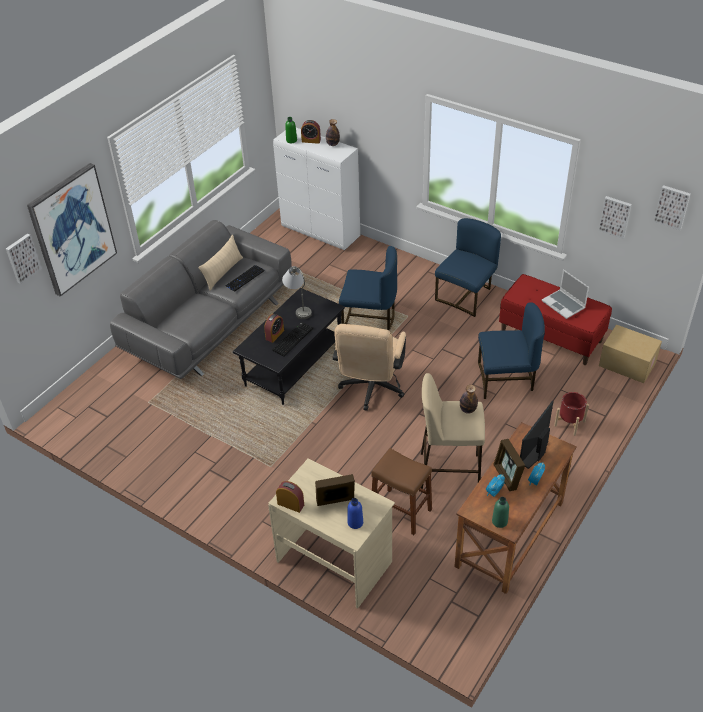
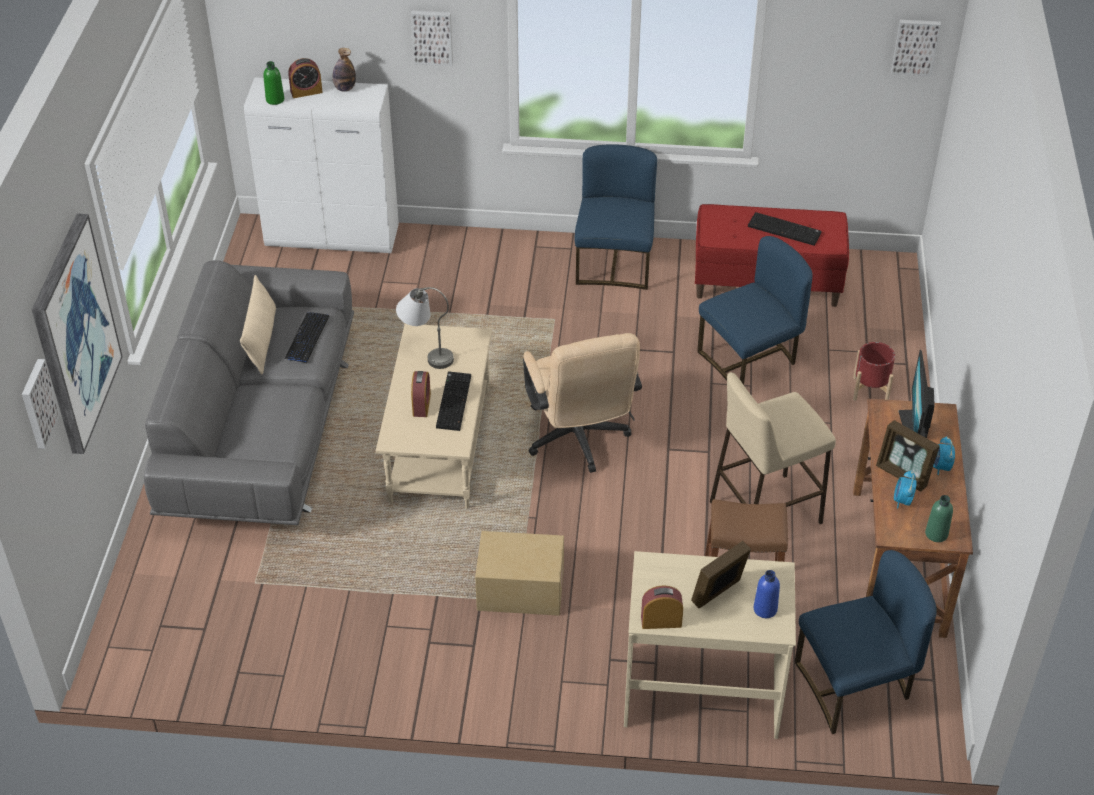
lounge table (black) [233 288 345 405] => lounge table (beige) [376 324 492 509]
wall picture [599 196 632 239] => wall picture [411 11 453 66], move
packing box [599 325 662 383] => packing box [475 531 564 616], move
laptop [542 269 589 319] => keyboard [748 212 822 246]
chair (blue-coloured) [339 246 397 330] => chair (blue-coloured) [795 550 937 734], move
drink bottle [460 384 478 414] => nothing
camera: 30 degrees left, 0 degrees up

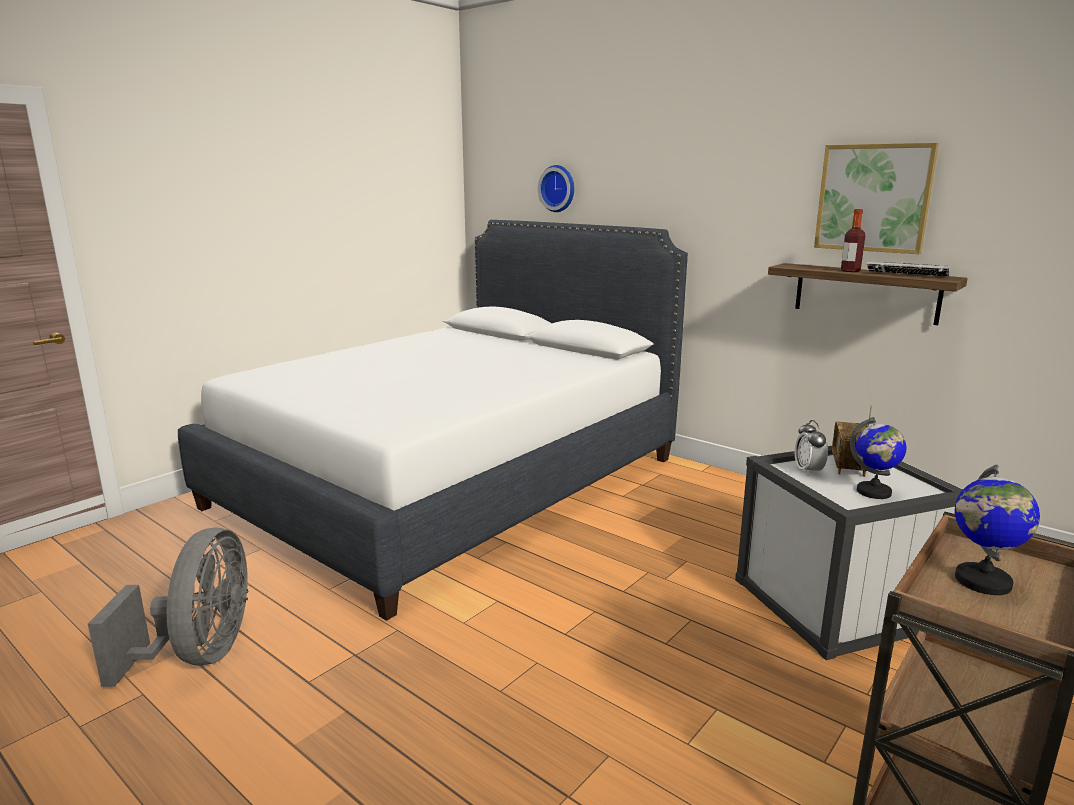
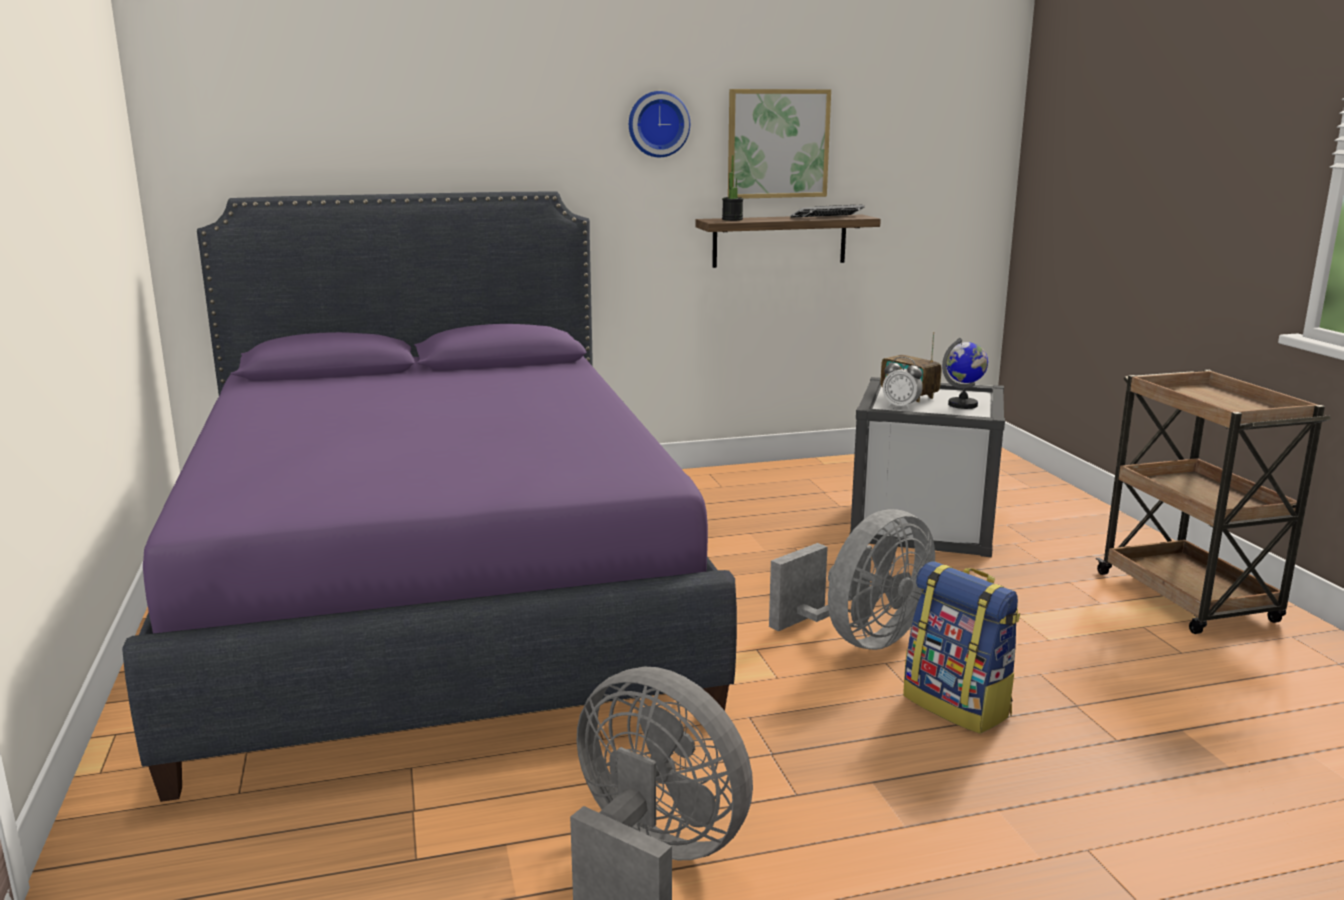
sleeping bed (white) [178 220 688 621] => sleeping bed (purple) [122 192 737 802]
wall clock [538 165 574 212] => wall clock [629 91 690 157], move
nothing => houseplant [722 155 743 221]
nothing => fan (greyish) [769 509 935 650]
nothing => knapsack [903 561 1020 734]
drink bottle [841 209 865 272] => nothing
world globe [955 465 1040 595] => nothing
camera: 55 degrees left, 0 degrees up

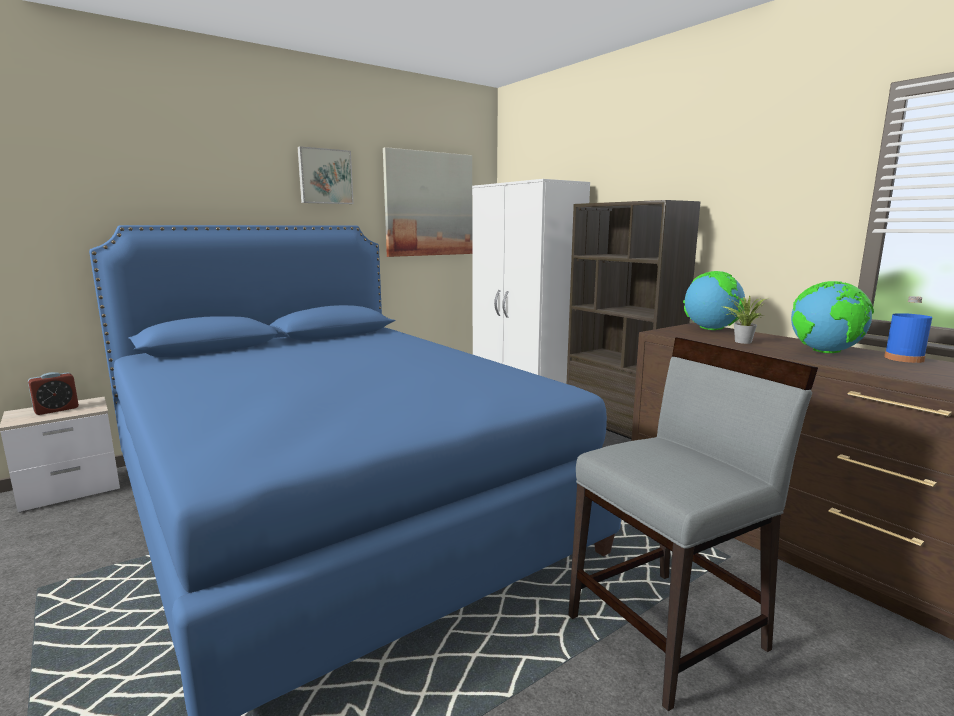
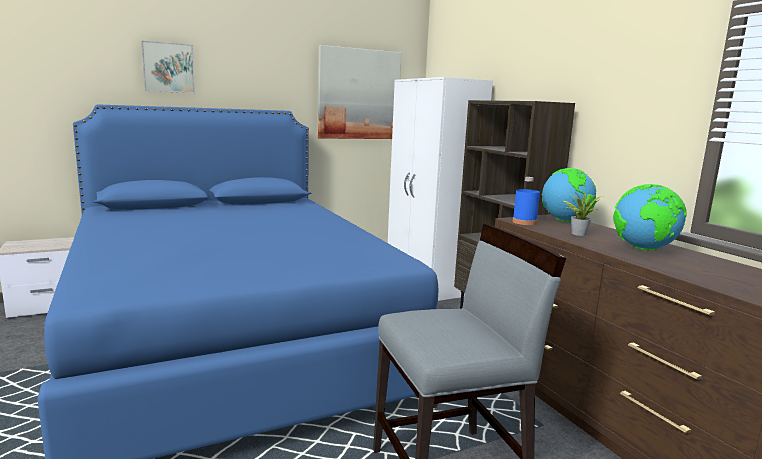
wall picture [297 146 354 204] => wall picture [141 40 195 93], move
drink bottle (blue-coloured) [884 296 932 363] => drink bottle (blue-coloured) [513 177 540 225], move
bedside clock [28 372 79 415] => nothing
camera: 10 degrees right, 0 degrees up

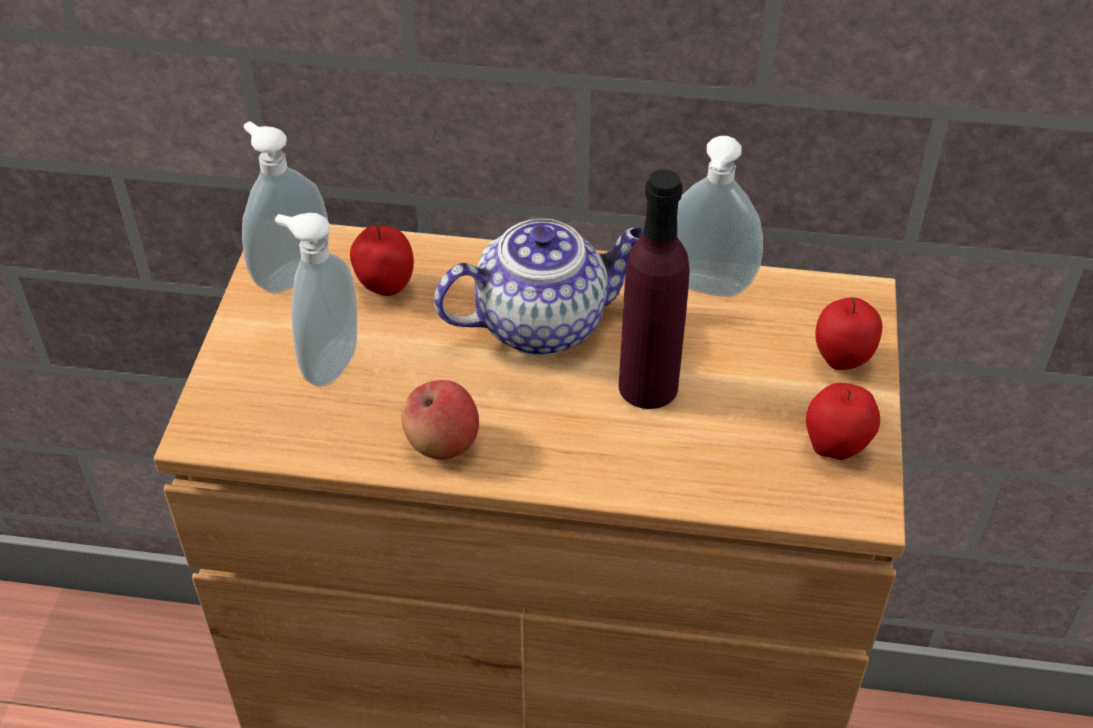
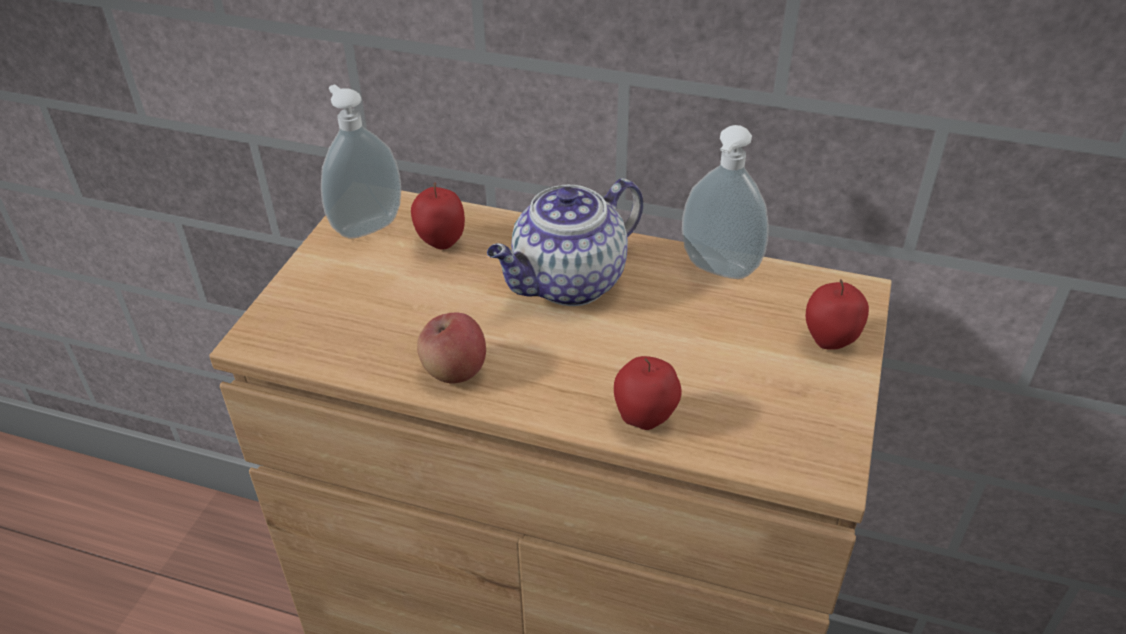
pot for tea [434 219 644 356] => pot for tea [487 178 643 306], 150 degrees clockwise
whole apple [806 383 880 460] => whole apple [614 356 682 430], move
liquid soap bottle [275 213 357 387] => nothing
drink bottle (purple) [619 169 690 409] => nothing
camera: 10 degrees right, 5 degrees down

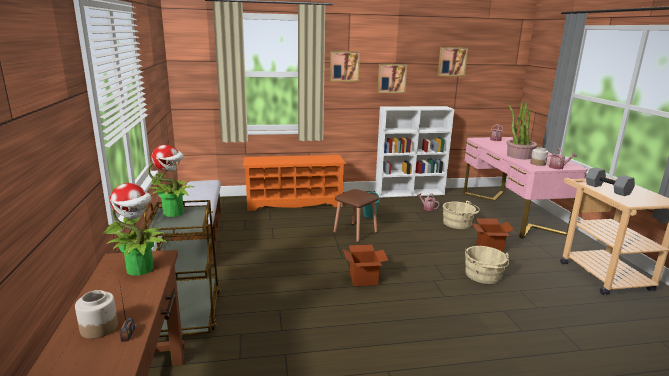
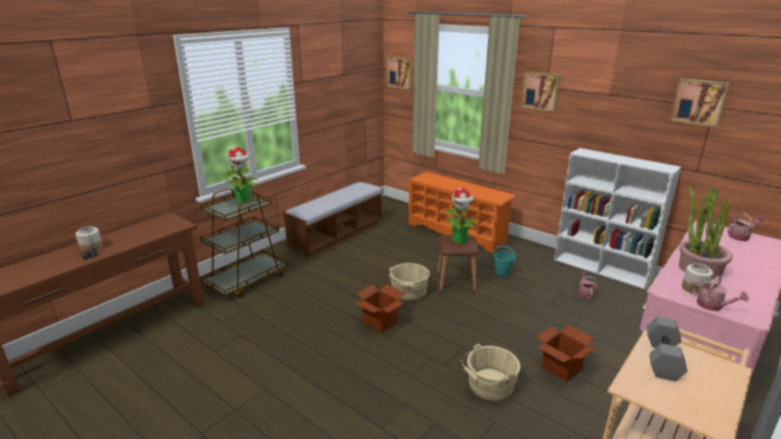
wall picture [378 64 407 93] => wall picture [387 56 412 90], move
bucket (beige) [443 201 480 229] => bucket (beige) [389 263 430 301], move
houseplant [103 183 168 276] => houseplant [444 188 477 243], move
camera: 50 degrees right, 5 degrees up

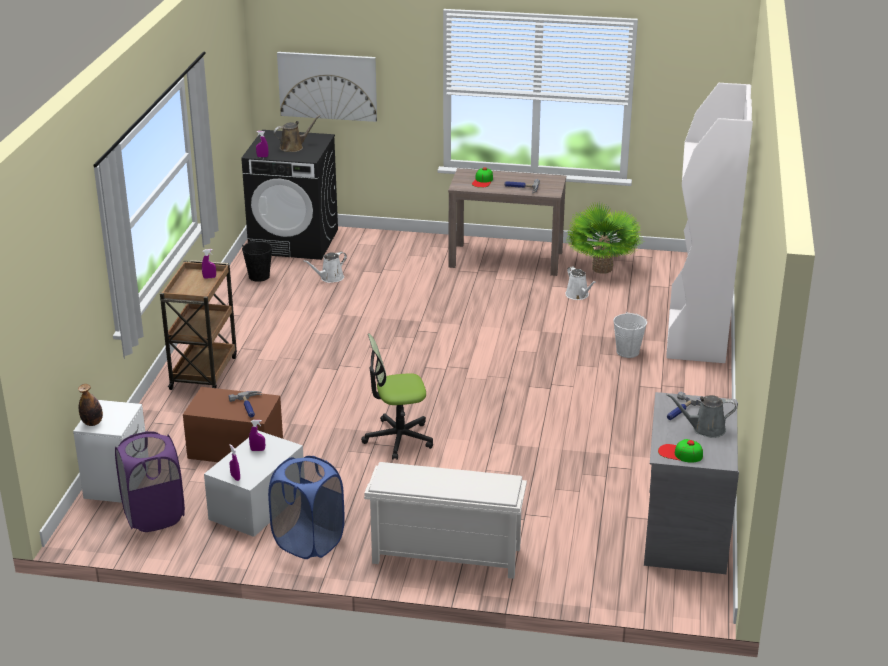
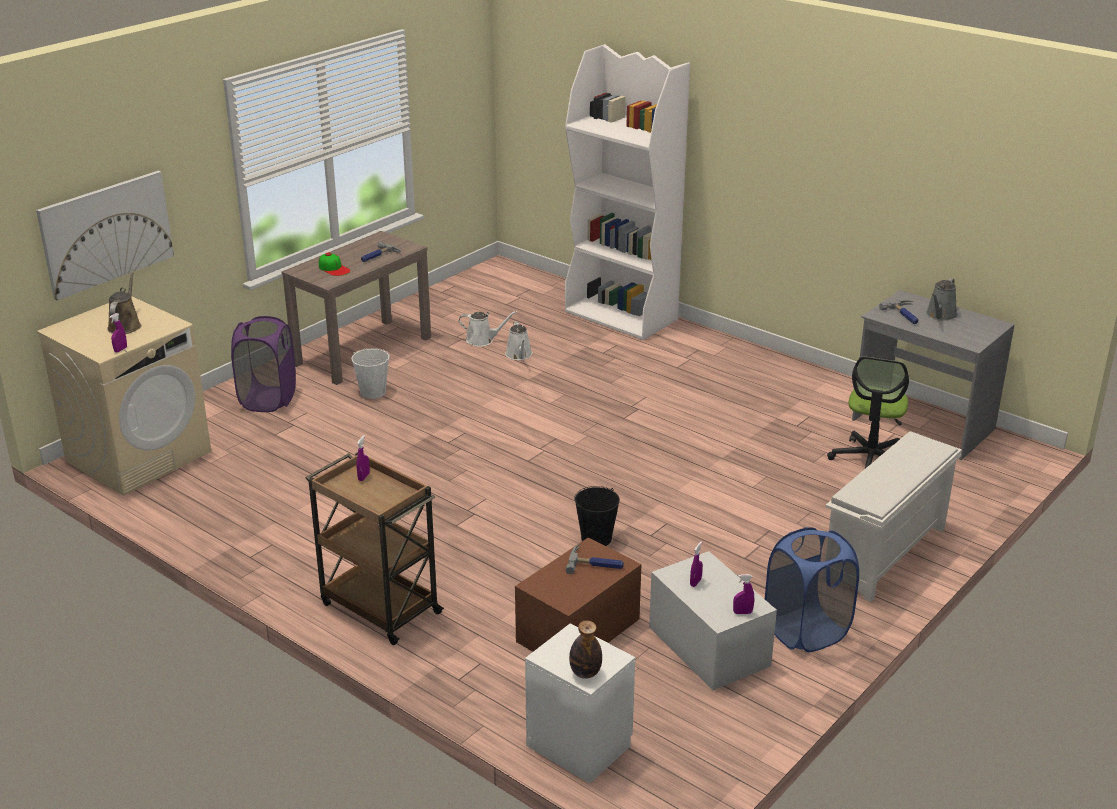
washing machine (black) [241 130 338 260] => washing machine (beige) [37 297 211 496]
hamper (purple) [115 431 185 532] => hamper (purple) [231 316 296 412], move
bucket (white) [613 312 647 358] => bucket (white) [352 348 390 399], move
watering can (white) [303 252 347 283] => watering can (white) [505 321 532 360], move
bucket (black) [242 241 272 282] => bucket (black) [574 486 620 546], move
desk chair [361 334 433 460] => desk chair [827 356 909 468], move
houseplant [565 202 643 274] => nothing
peaked cap [658 439 703 463] => nothing
camera: 60 degrees left, 0 degrees up

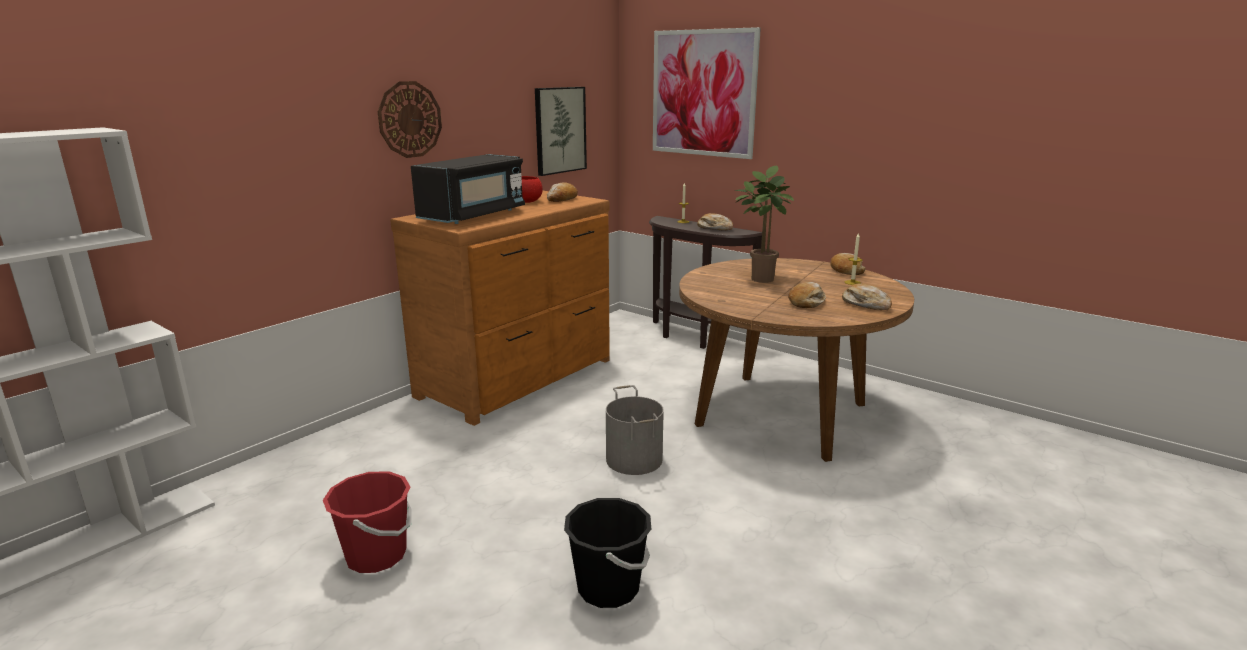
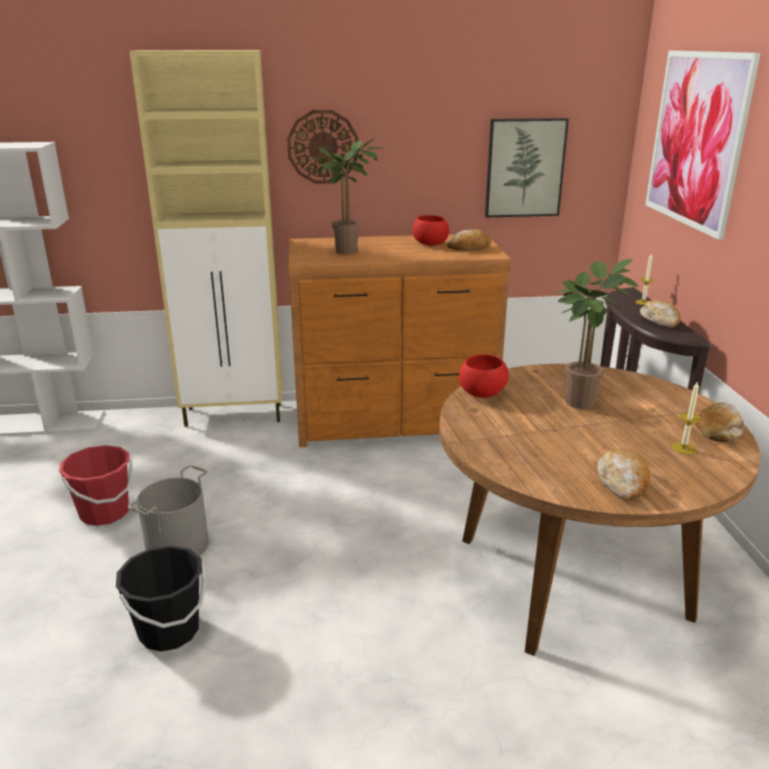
bucket (greyish) [606 385 664 475] => bucket (greyish) [128 465 209 556], move
nothing => cupboard (beige) [129 50 282 427]
microwave oven (black) [411 154 525 224] => houseplant [309 138 383 254]
nothing => deep dish (reddish) [459 355 509 398]
bread [788 282 826 308] => nothing
camera: 45 degrees right, 5 degrees up

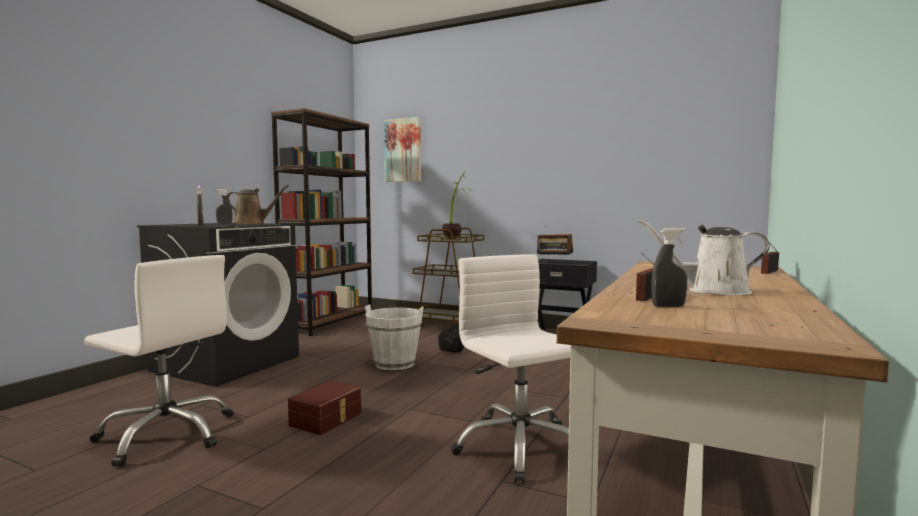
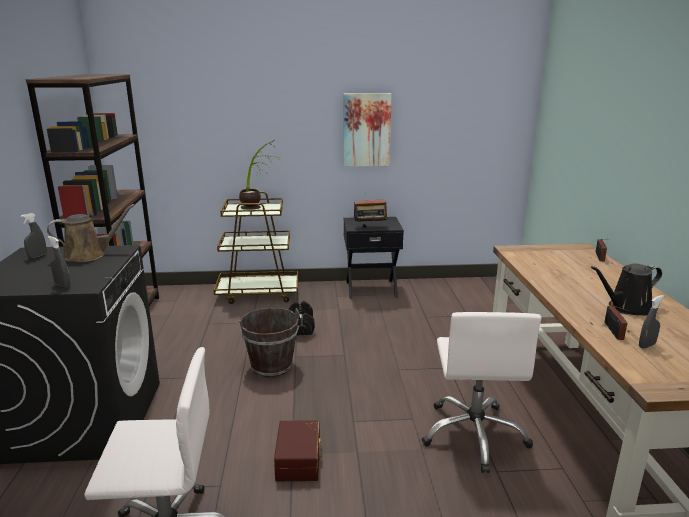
bucket (white) [365 305 424 370] => bucket (brown) [238 308 299 378]
wall picture [384 117 421 182] => wall picture [343 93 392 167], move
desk chair (white) [451 254 571 484] => desk chair (white) [422 312 541 473], 120 degrees counterclockwise
watering can (white) [638 219 770 295] => watering can (black) [591 263 662 316]
camera: 30 degrees left, 15 degrees up

